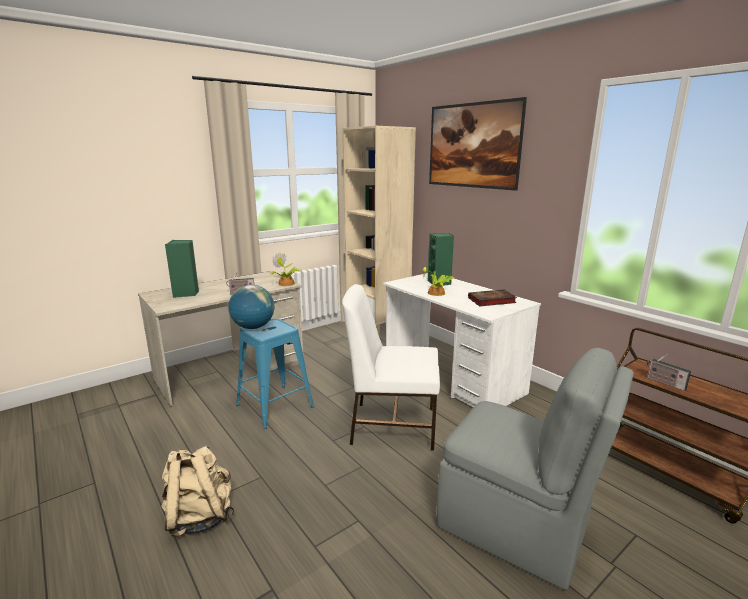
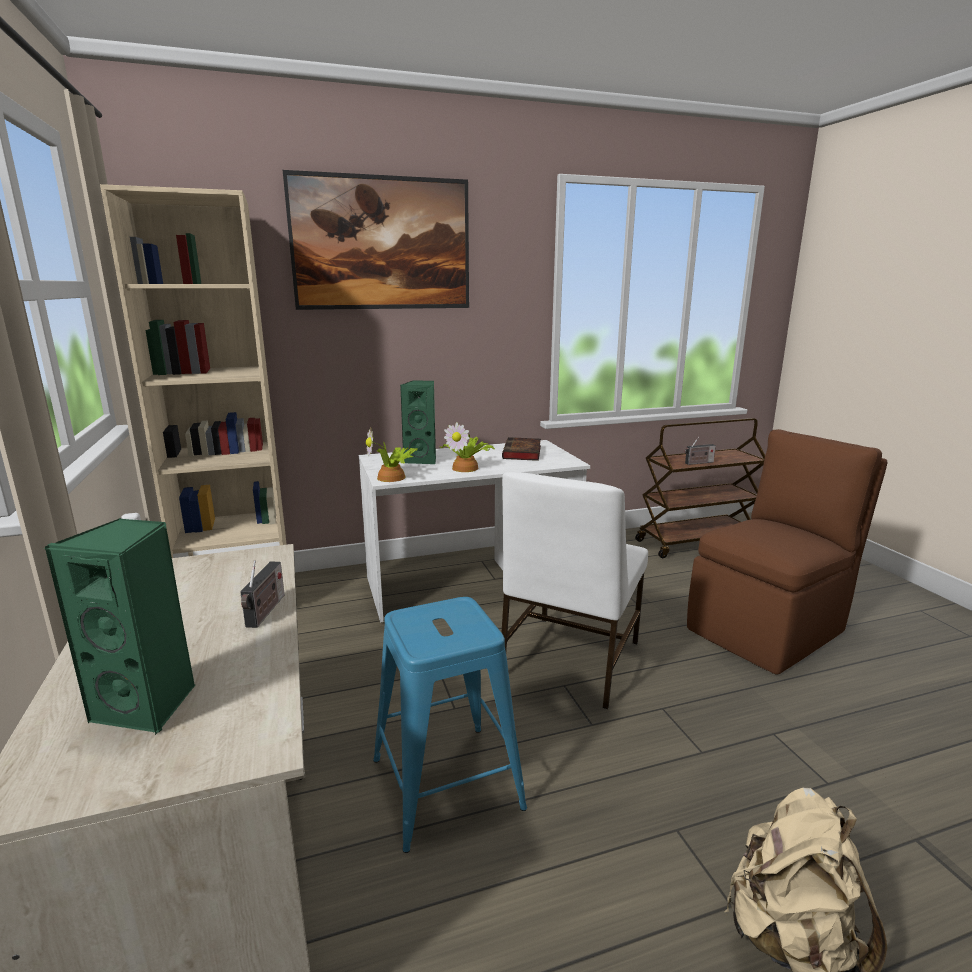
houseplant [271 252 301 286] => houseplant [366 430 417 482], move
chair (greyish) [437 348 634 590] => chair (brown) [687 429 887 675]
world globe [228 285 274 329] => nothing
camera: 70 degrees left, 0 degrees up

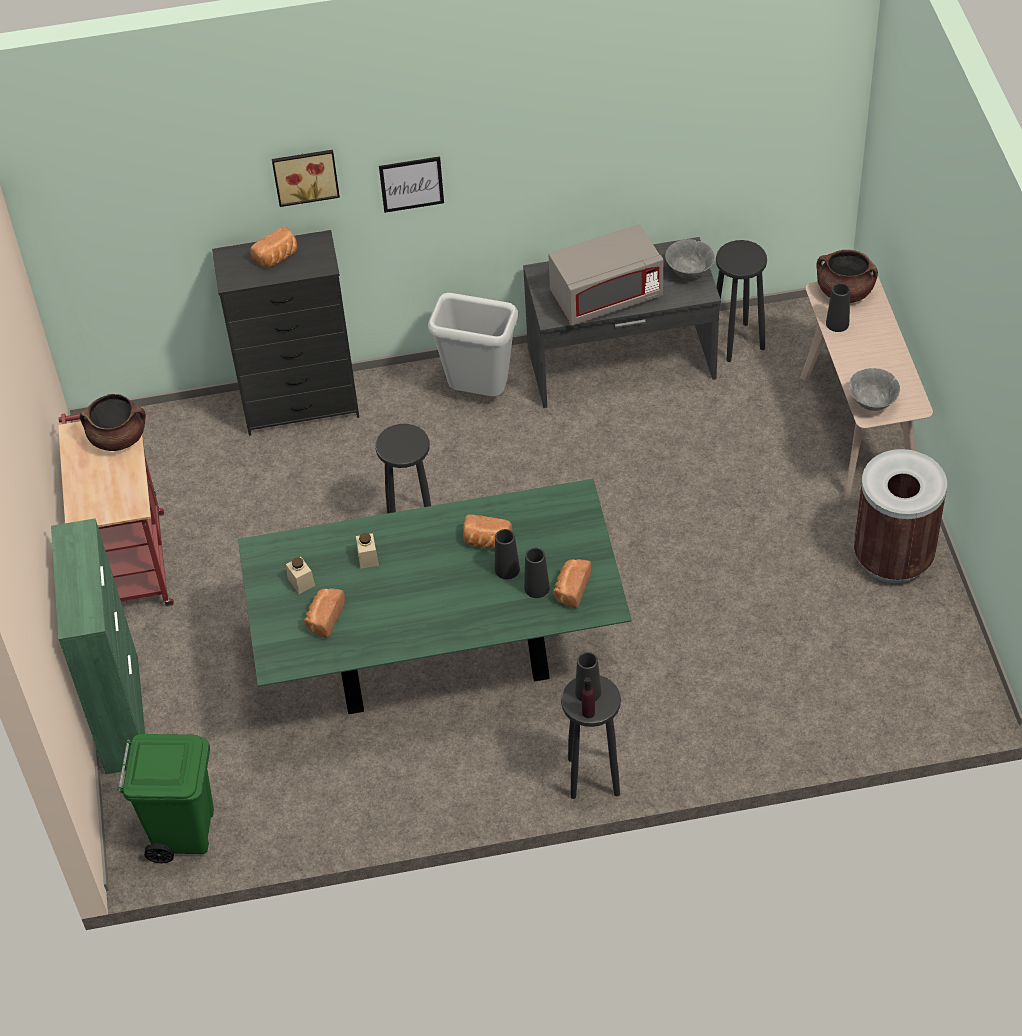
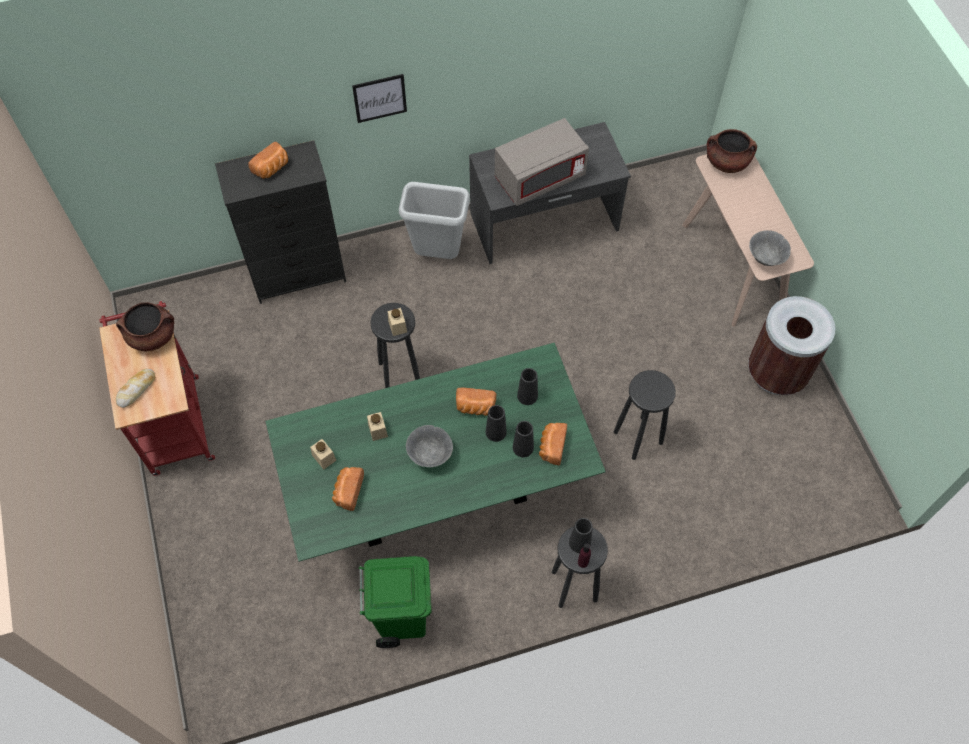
nothing => bread [116 369 155 408]
waste bin (green-coloured) [117 734 214 863] => waste bin (green-coloured) [359 556 431 648], move
nothing => jar (beige) [388 308 407 336]
deep dish (greyish) [665 239 715 278] => deep dish (greyish) [406 425 453 467], move
vase (black) [826 283 850 332] => vase (black) [517 368 538 405], move
sitting stool (black) [716 240 767 362] => sitting stool (black) [614 370 676 460], move
cupboard (green-coloured) [51 518 145 774] => nothing
wall picture [272 150 340 207] => nothing
camera: 10 degrees left, 10 degrees up

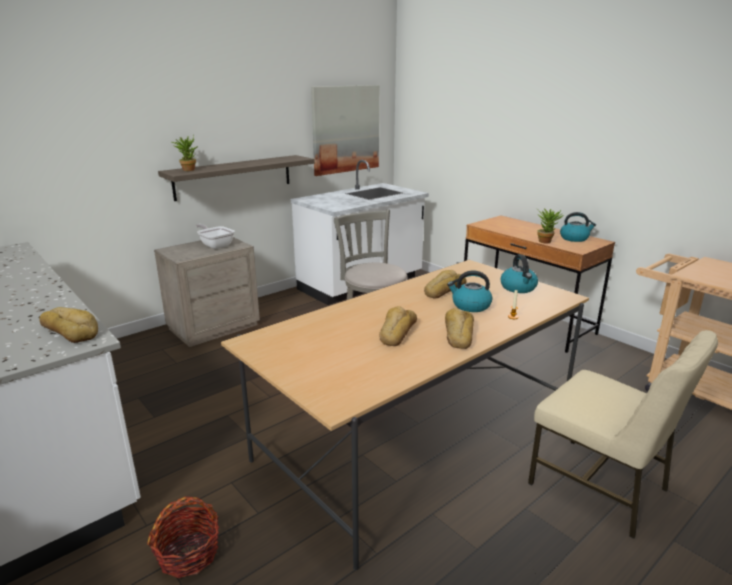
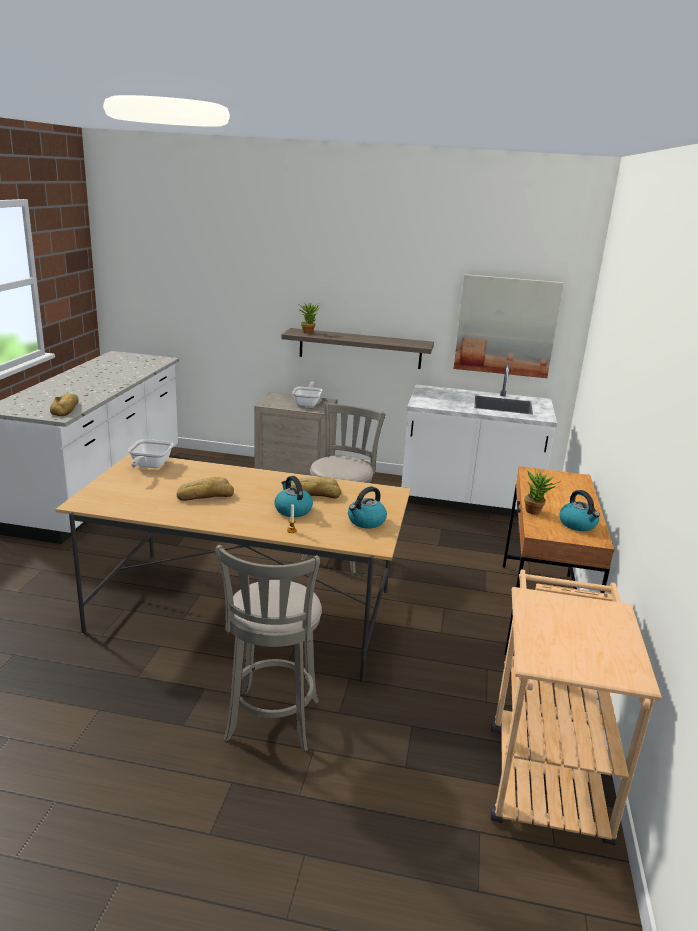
nothing => pan [128 439 174 468]
chair (beige) [528 330 718 539] => sitting stool (greyish) [216 545 322 752]
storage basket [147 496 219 578] => nothing
bread [445 308 474 349] => nothing
camera: 50 degrees right, 0 degrees up

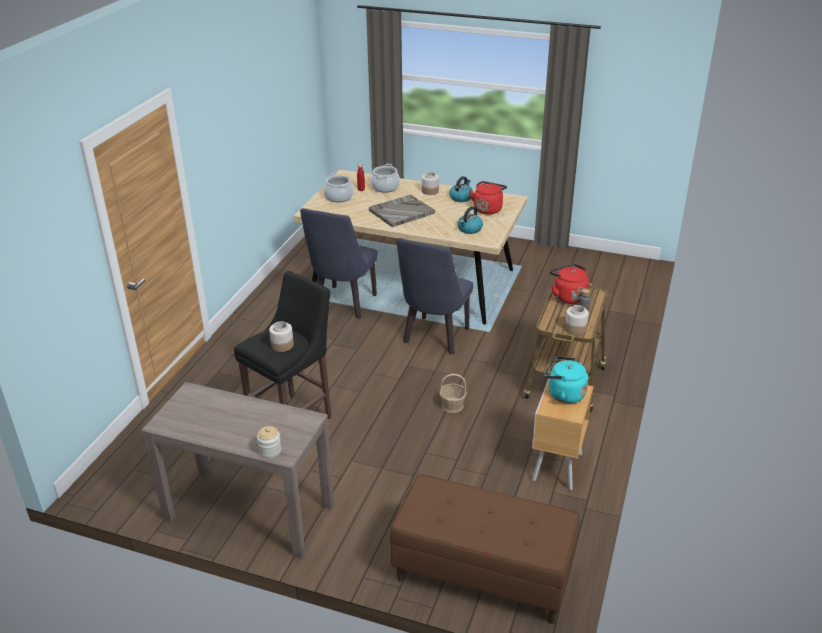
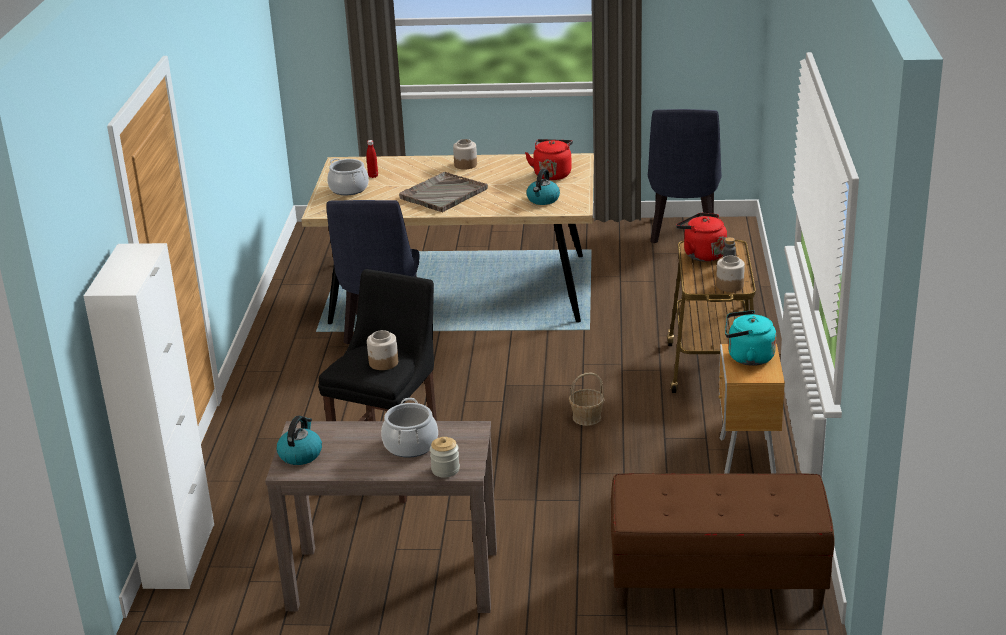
nothing => cupboard (white) [84 243 214 589]
water kettle [449 176 473 202] => water kettle [277 416 322 465], move
saucepot [371 164 400 193] => saucepot [381 398 438 457], move
chair (blue-coloured) [397 238 473 355] => chair (blue-coloured) [648 109 722 243], move
camera: 15 degrees left, 5 degrees down

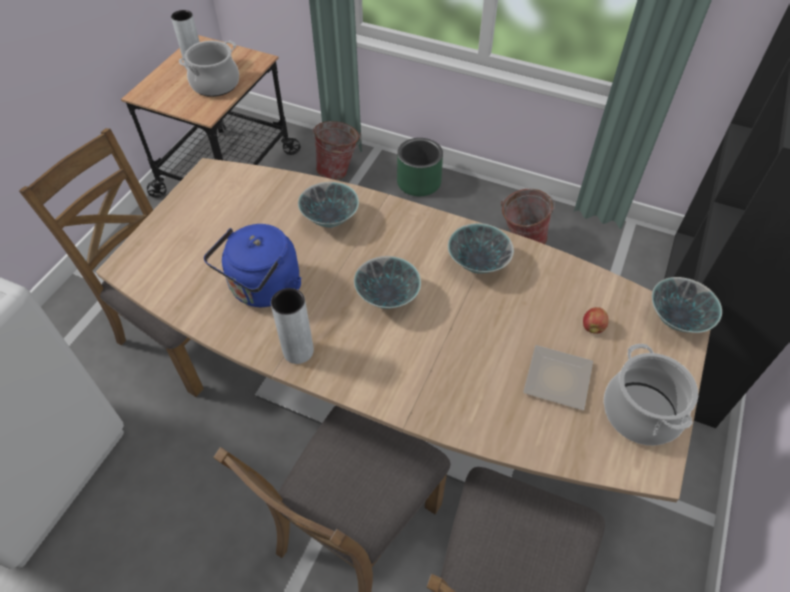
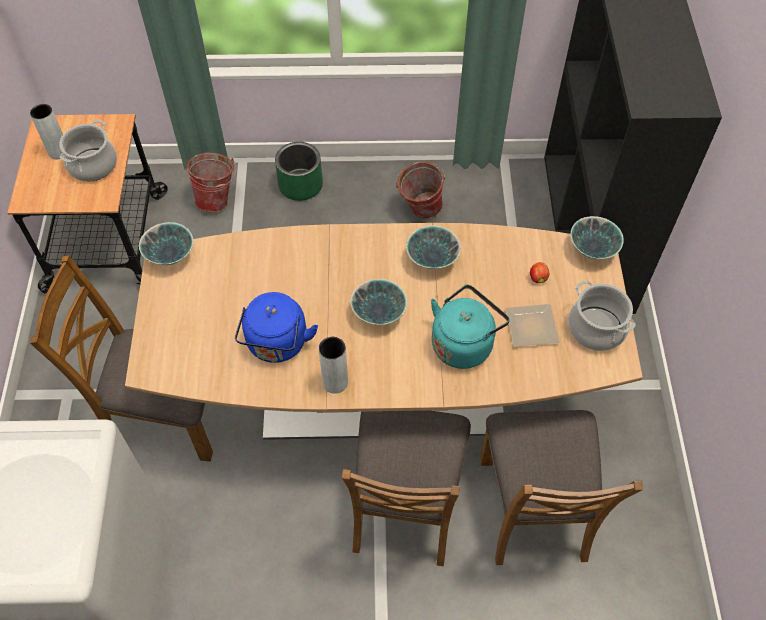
deep dish [298 182 359 228] => deep dish [139 222 193 265], move
nothing => water kettle (turquoise) [431 285 510 369]
camera: 25 degrees left, 5 degrees up

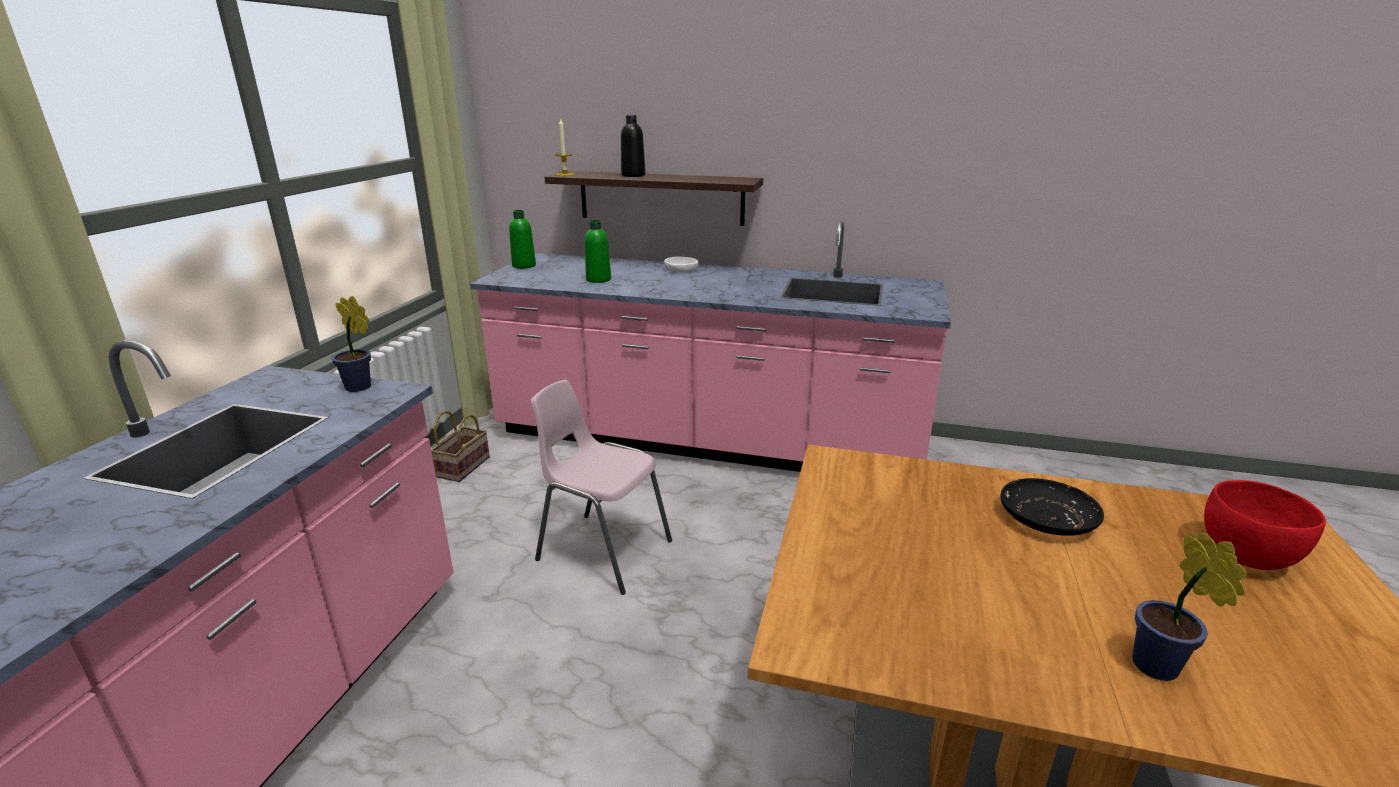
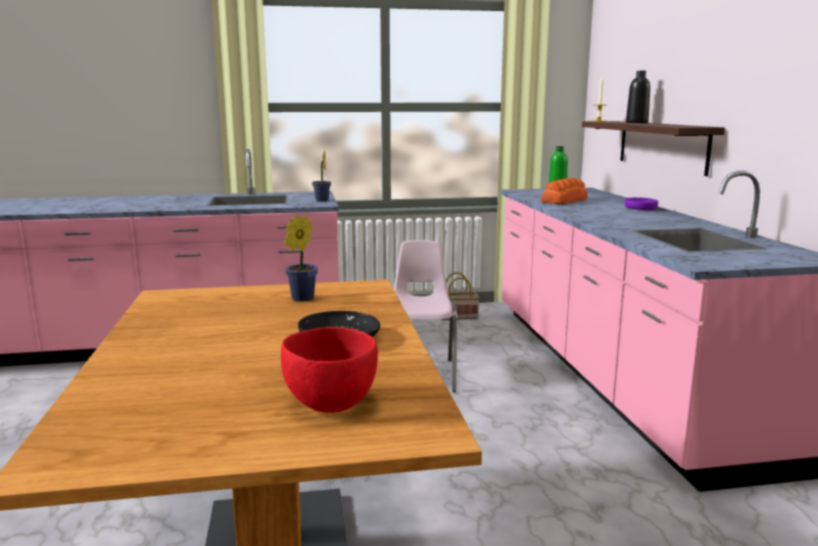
houseplant [1132 532 1247 681] => houseplant [284 215 318 302], move
drink bottle (green-coloured) [585 220 611 283] => bread [541 178 587 204]
deep dish (white) [664 257 699 272] => deep dish (purple) [624 197 658 210]
camera: 65 degrees right, 10 degrees down

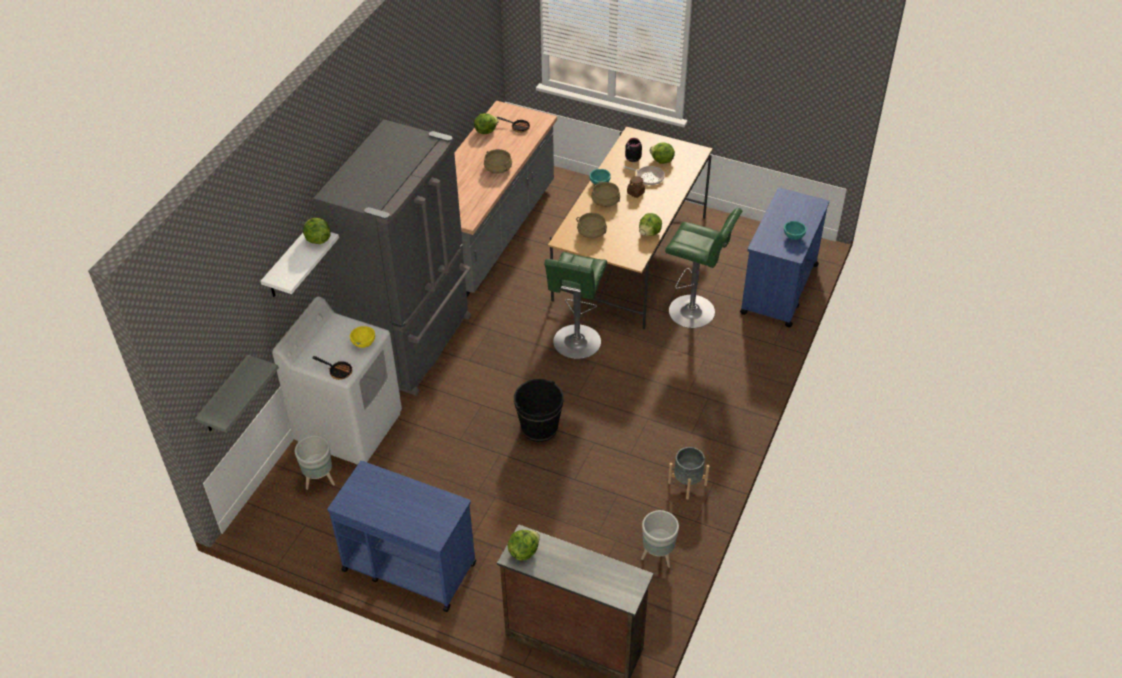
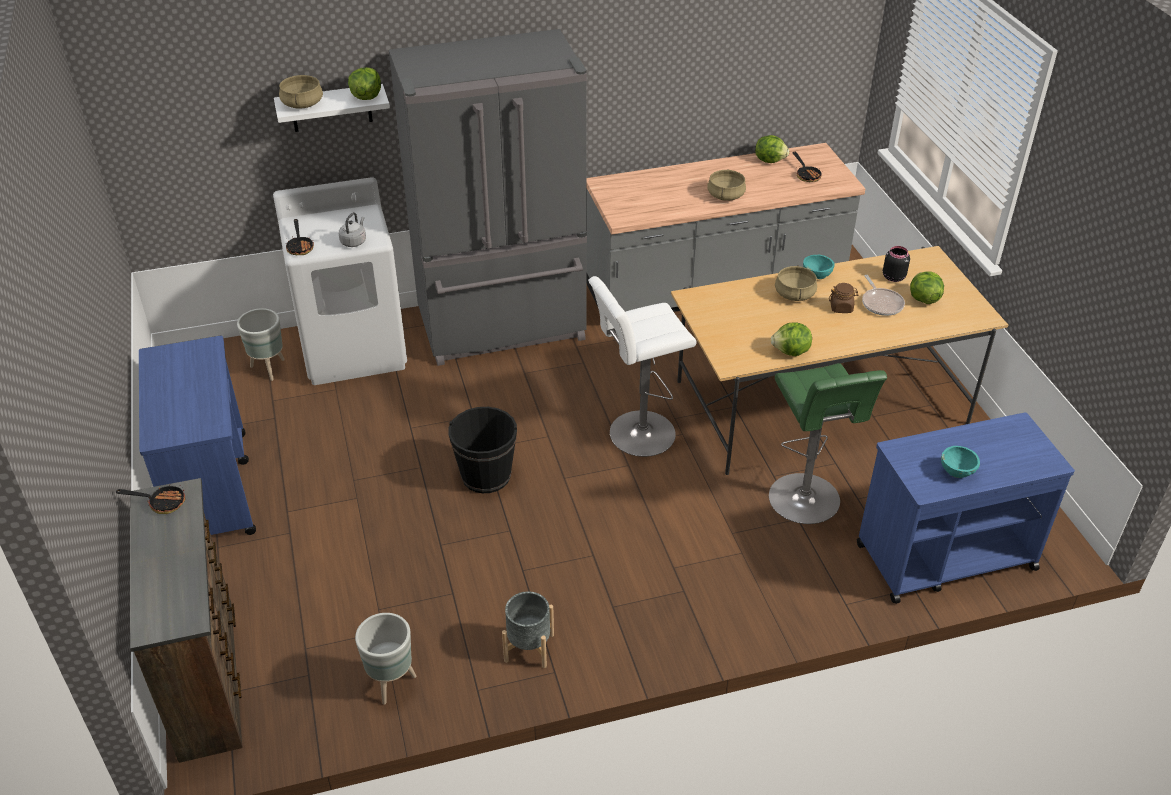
head of lettuce [507 530 540 560] => pan [116 484 185 514]
saucepot (beige) [576 213 607 239] => saucepot (beige) [279 75 323 109], move
deep dish (yellow) [350 326 375 348] => water kettle (greyish) [339 212 366 247]
sitting stool (green-coloured) [544 252 607 359] => sitting stool (white) [588 276 697 457]
bracket shelf (greyish) [195 355 279 433] => nothing
camera: 50 degrees right, 5 degrees down

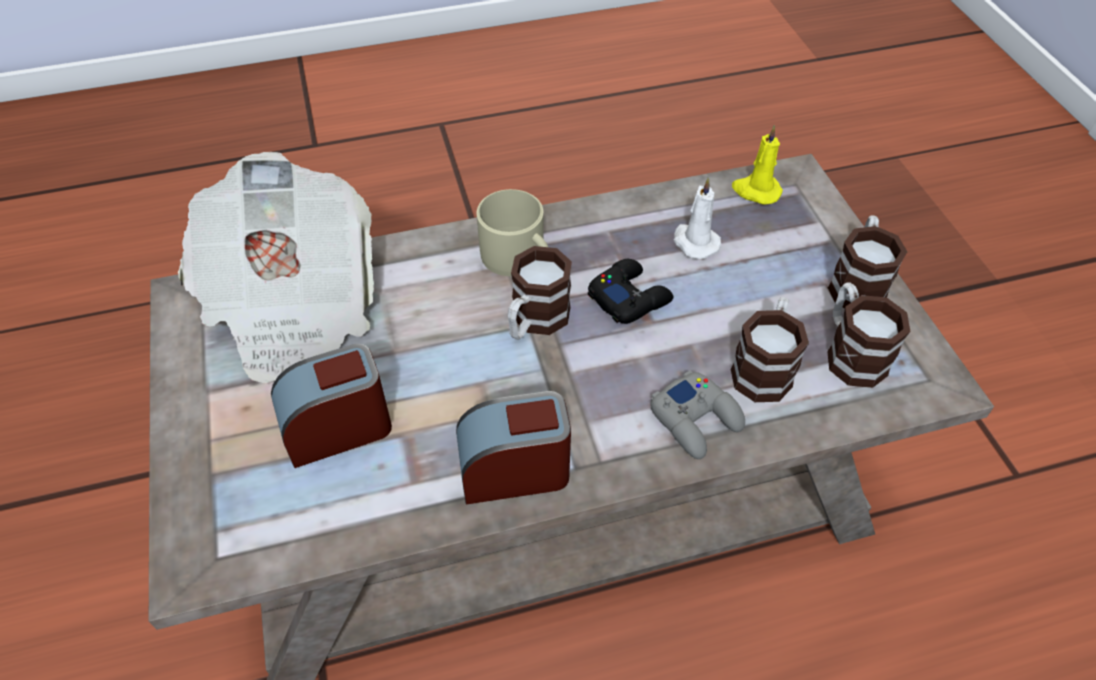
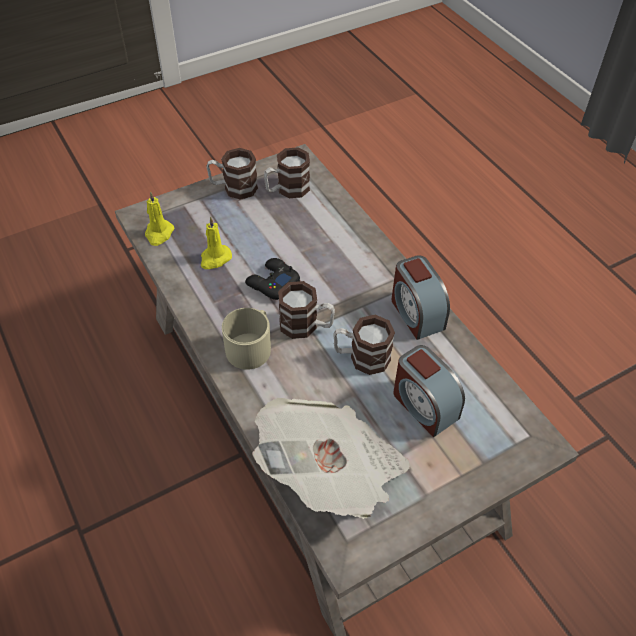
candle (white) [674 177 721 259] => candle (yellow) [201 217 232 269]
mug [731 297 809 402] => mug [333 315 395 375], move
joypad (greyish) [650 370 745 459] => nothing
camera: 105 degrees left, 0 degrees up

